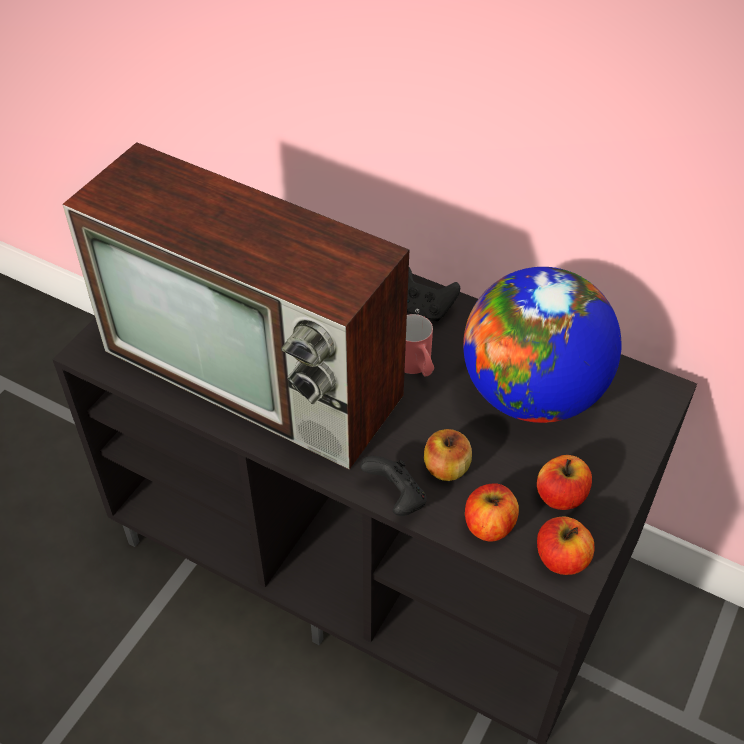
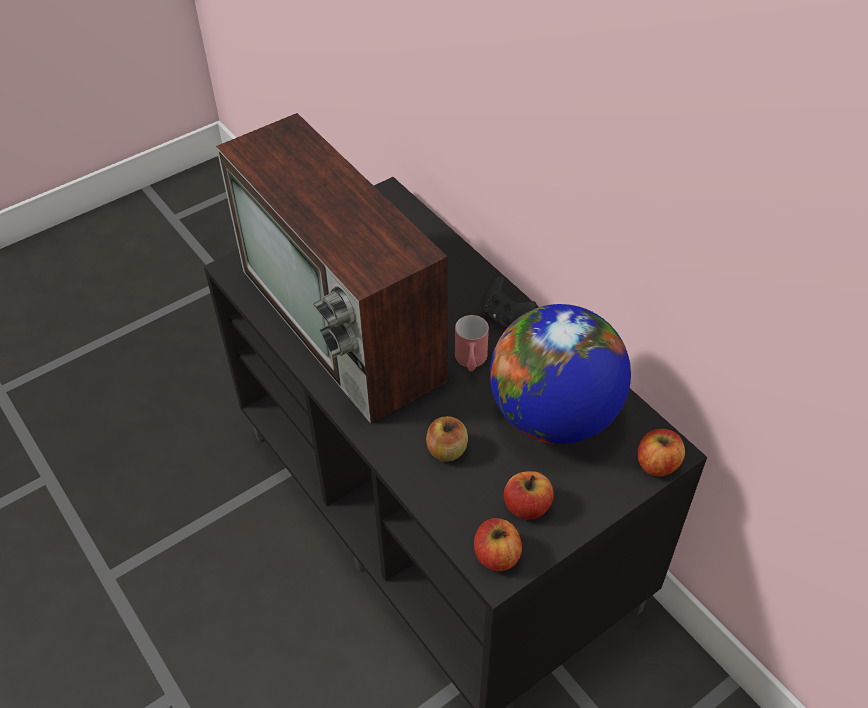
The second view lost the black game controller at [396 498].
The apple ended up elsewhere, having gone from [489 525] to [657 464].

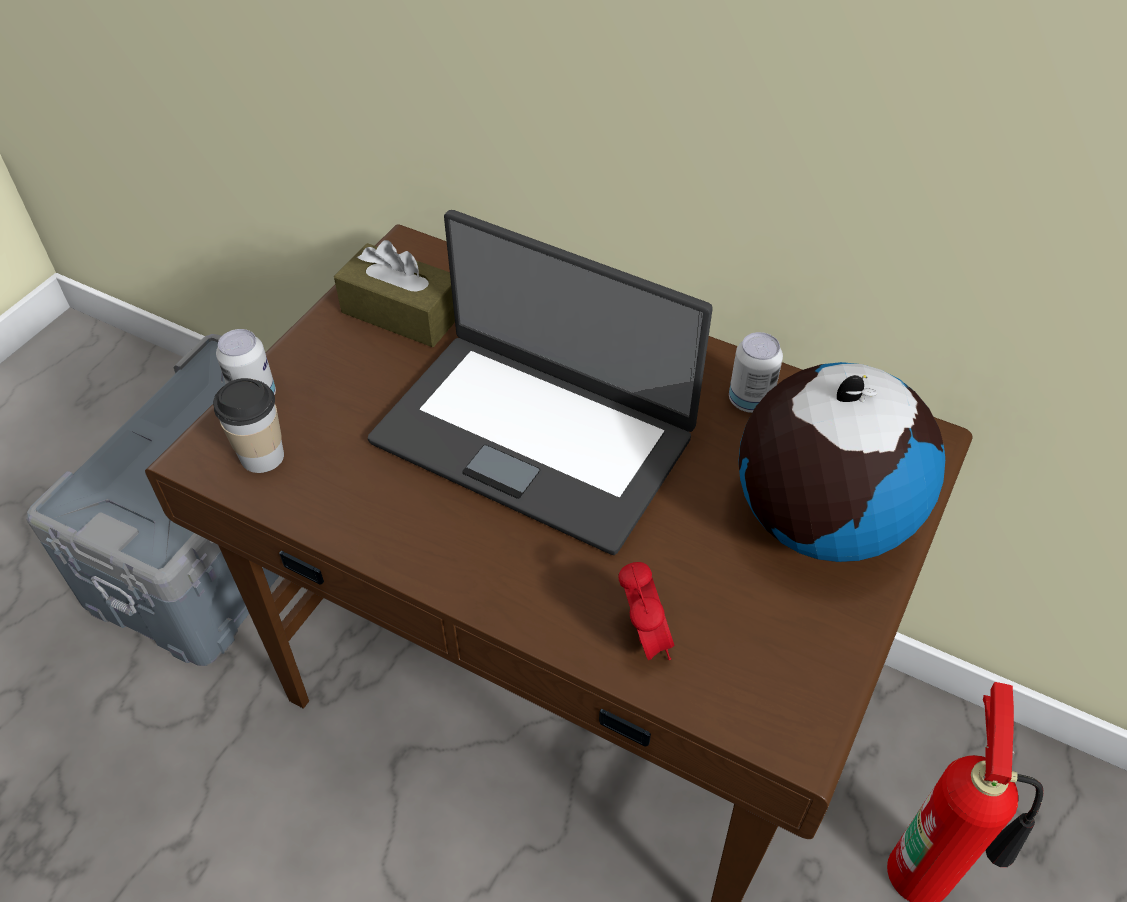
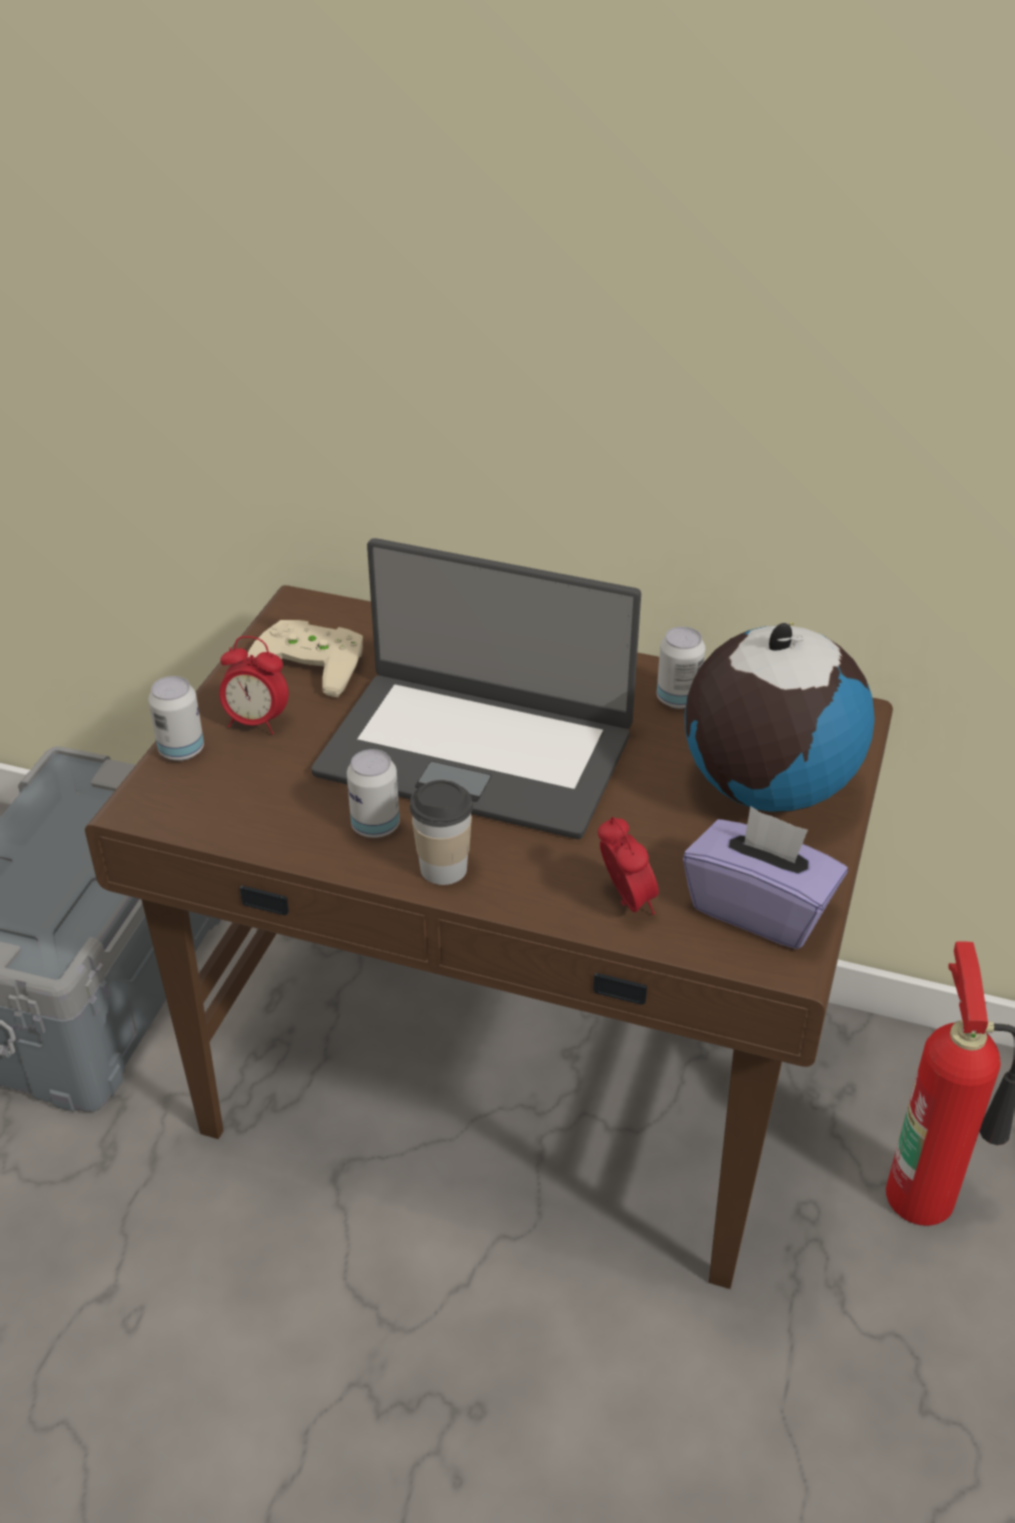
The second view gained the alarm clock at [256 722].
The second view gained the can at [375 826].
The second view gained the purple tissue box at [759 908].
The cup ended up elsewhere, having gone from [262 456] to [443 868].
Where the brown tissue box stood at [402 312], the beige game controller came to stand at [312 661].

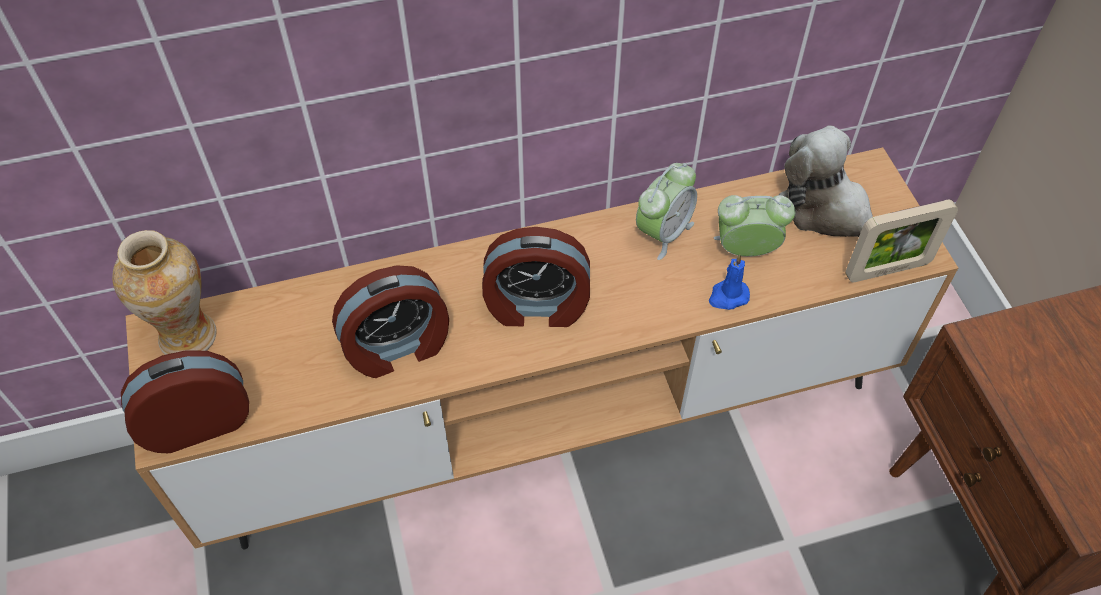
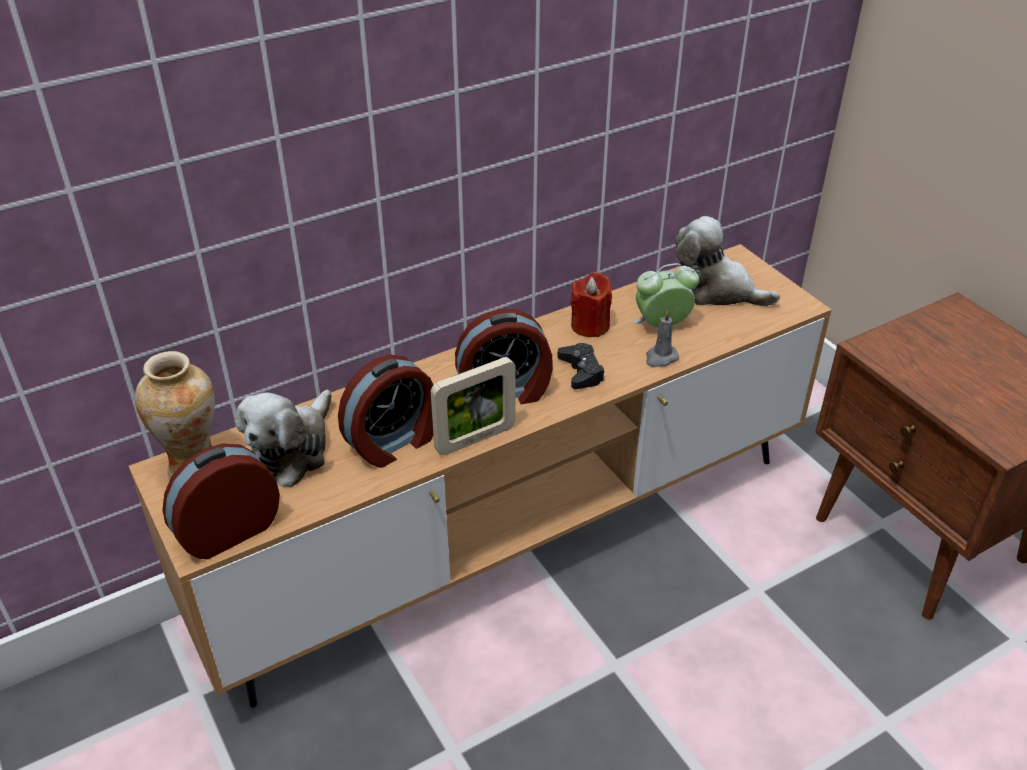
The second view gained the plush toy at [292 450].
The second view gained the black game controller at [581 371].
The picture frame ended up elsewhere, having gone from [887 270] to [475 439].
Where the alarm clock stood at [663 233], the red candle came to stand at [590 325].
What was the blue candle at [728 296] turned into the grey candle at [660 358].

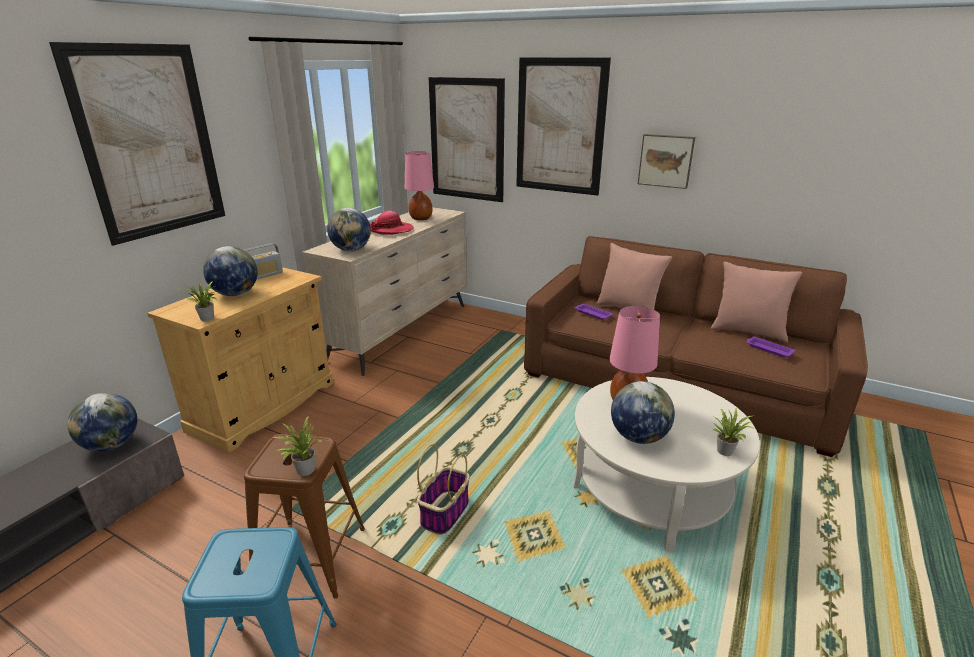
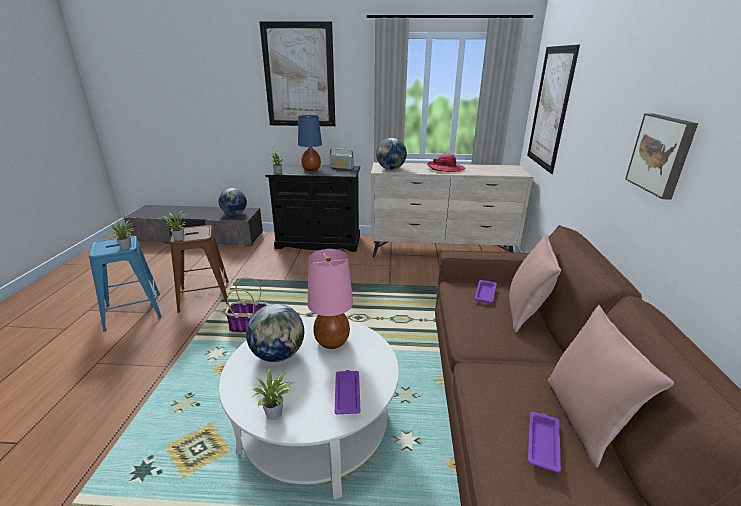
The second view lost the pink table lamp at [420 218].
The second view lost the picture at [560 127].
The second view gained the potted plant at [127 247].
The second view gained the purple tray at [347 394].
Where the globe stood at [235 294], the blue table lamp came to stand at [311 169].
What was the beige cabinet at [264 406] turned into the black cabinet at [318 242].

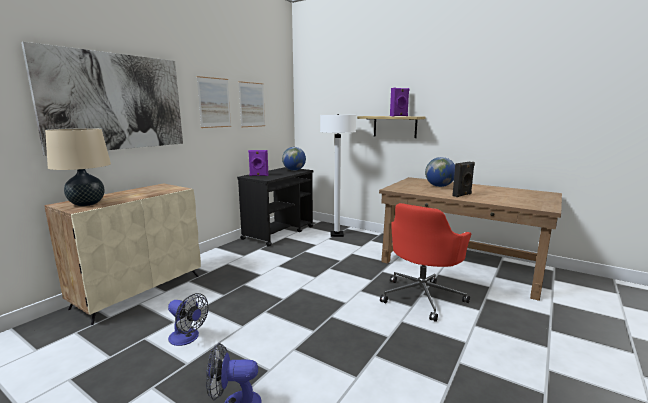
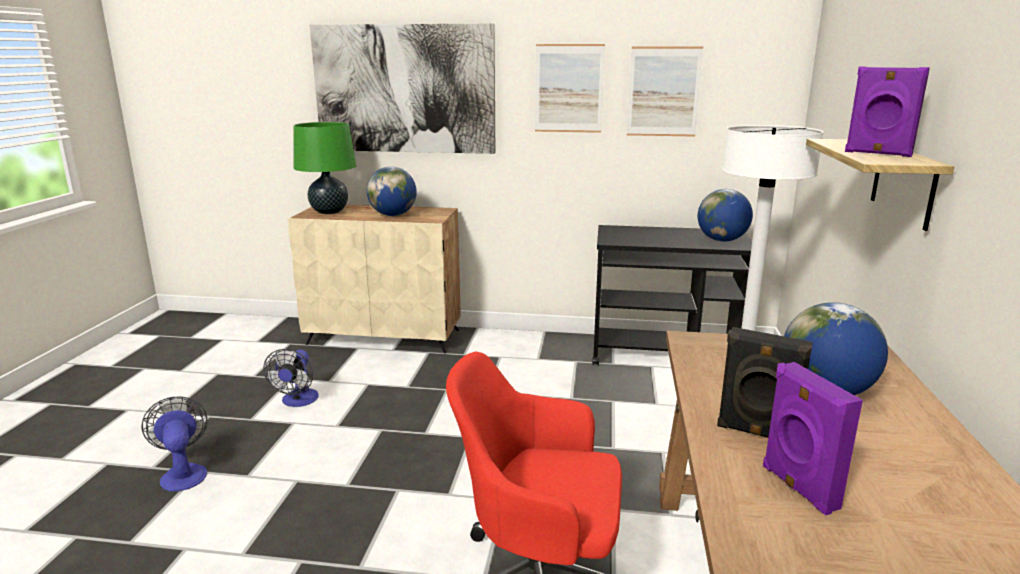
The second view gained the globe at [393 215].
The purple speaker ended up elsewhere, having gone from [258 175] to [797 487].
What was the beige table lamp at [87 204] turned into the green table lamp at [329 212].

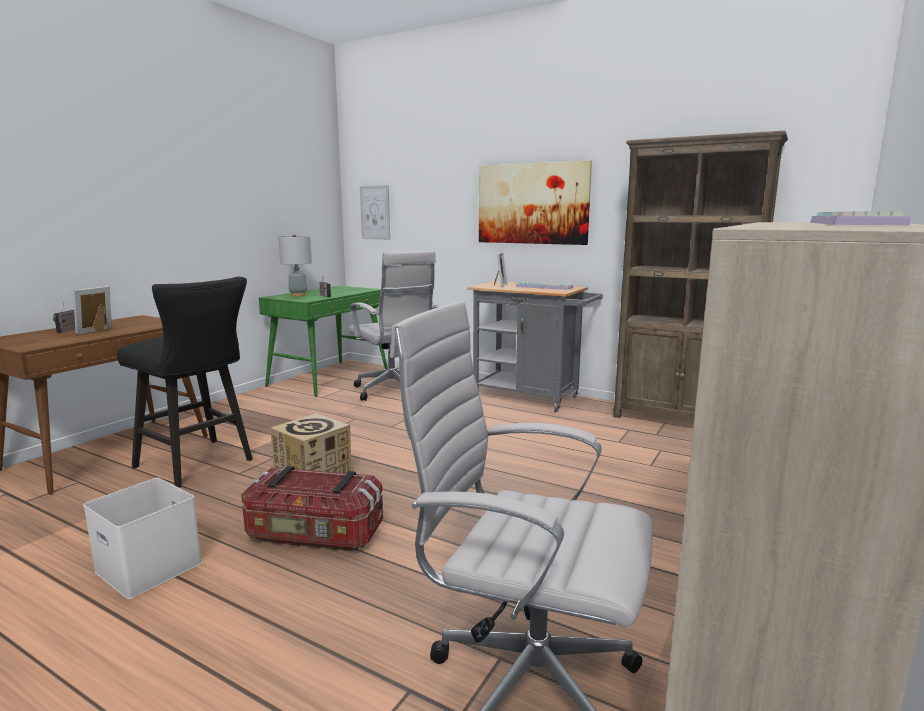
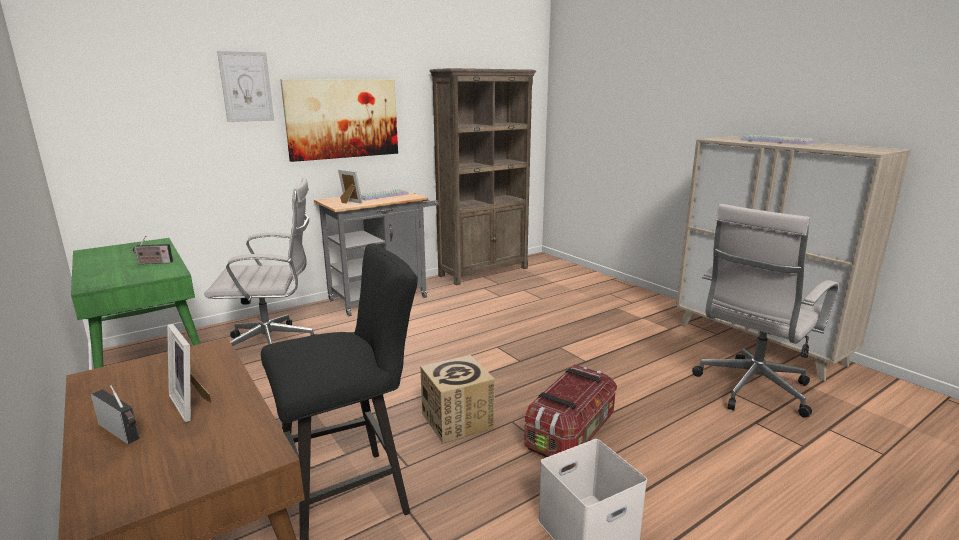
The second view lost the grey table lamp at [298 295].
The picture ended up elsewhere, having gone from [375 212] to [246 87].

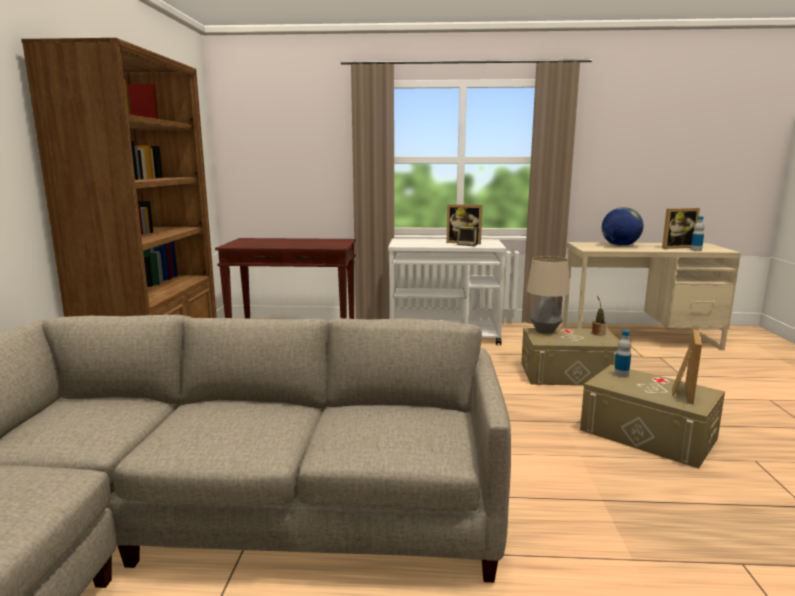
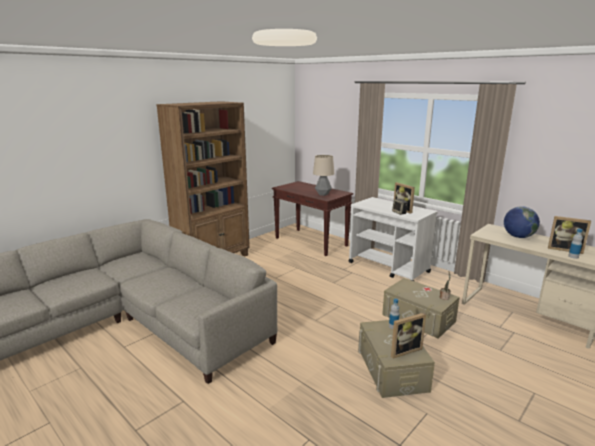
The table lamp ended up elsewhere, having gone from [545 331] to [323 194].

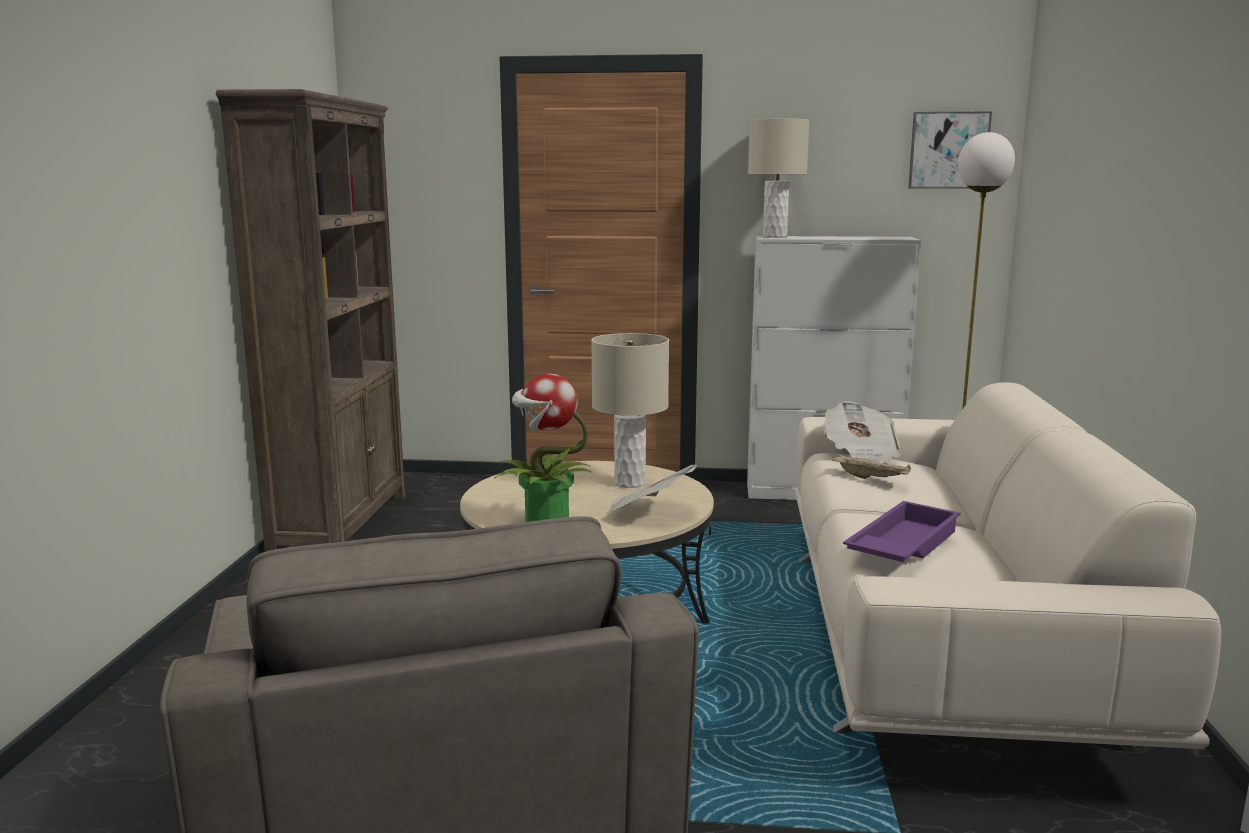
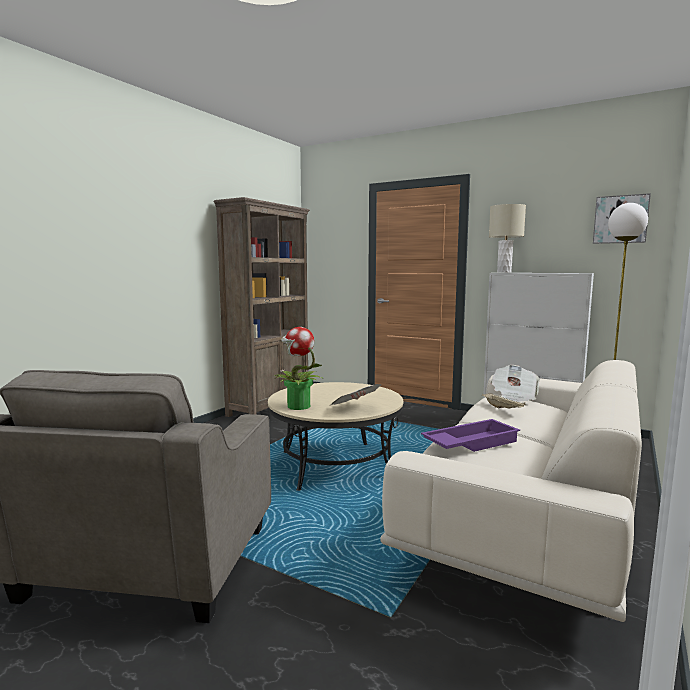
The second view lost the beige table lamp at [630 483].

